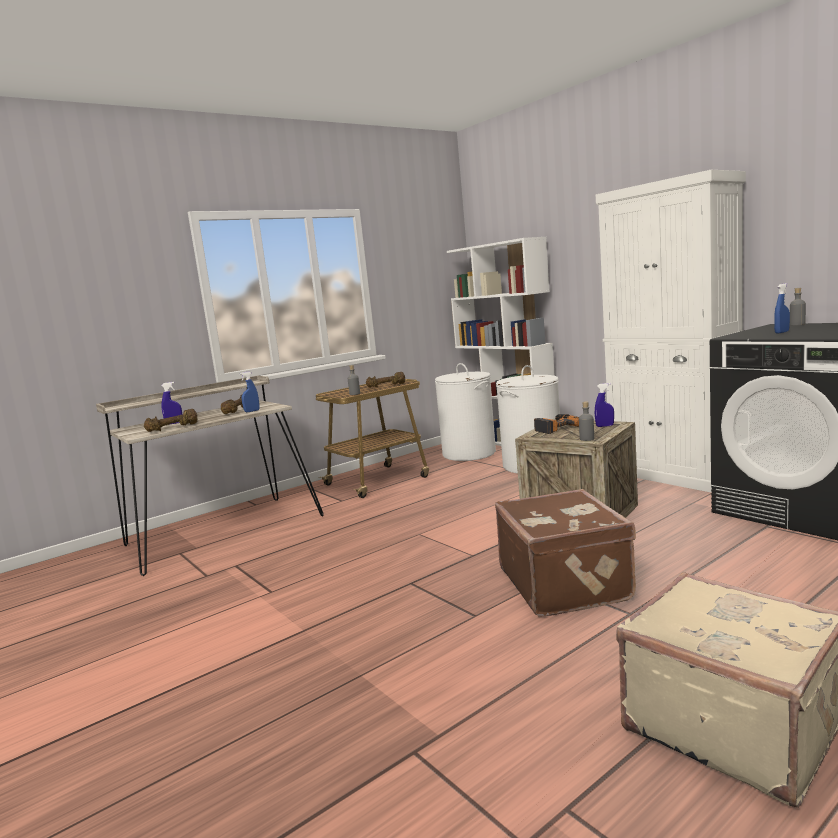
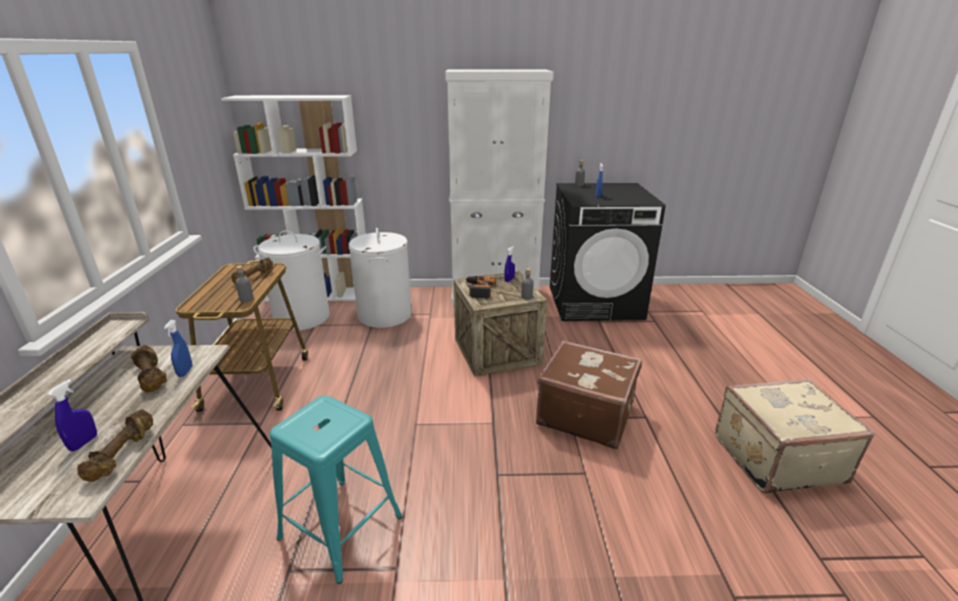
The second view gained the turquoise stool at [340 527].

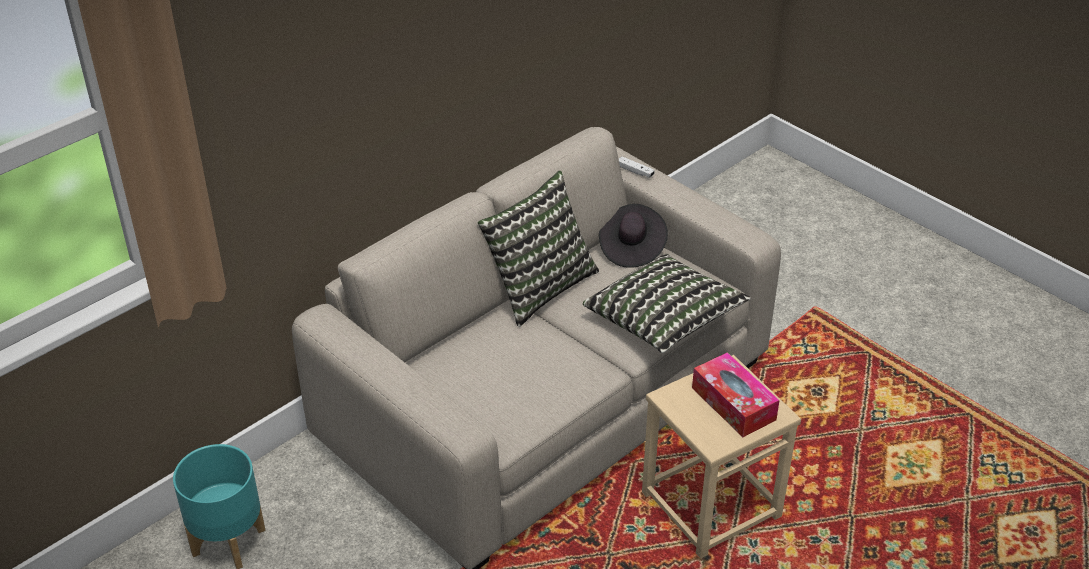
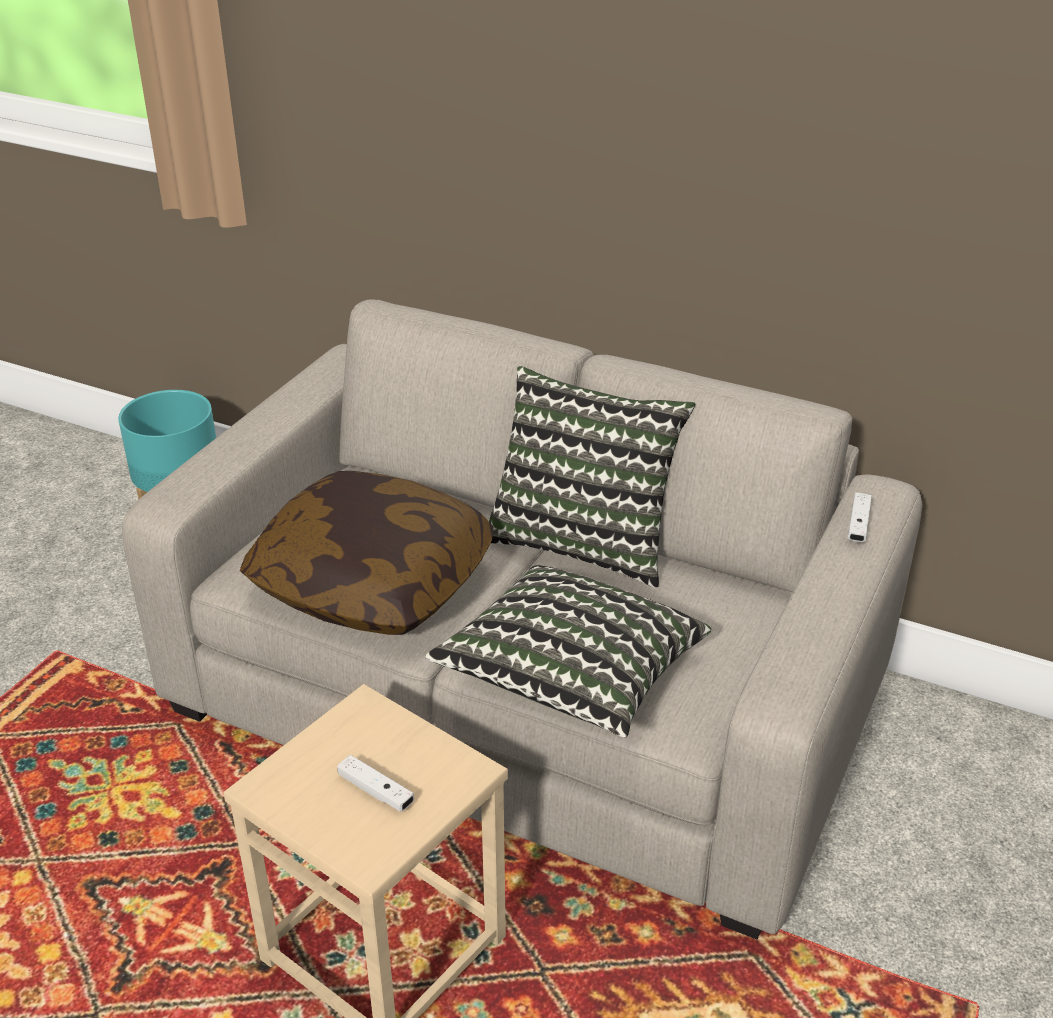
The second view lost the black hat at [631 248].
The second view gained the pillow at [373 582].
Where the tissue box stood at [733 404], the white game controller came to stand at [376 791].

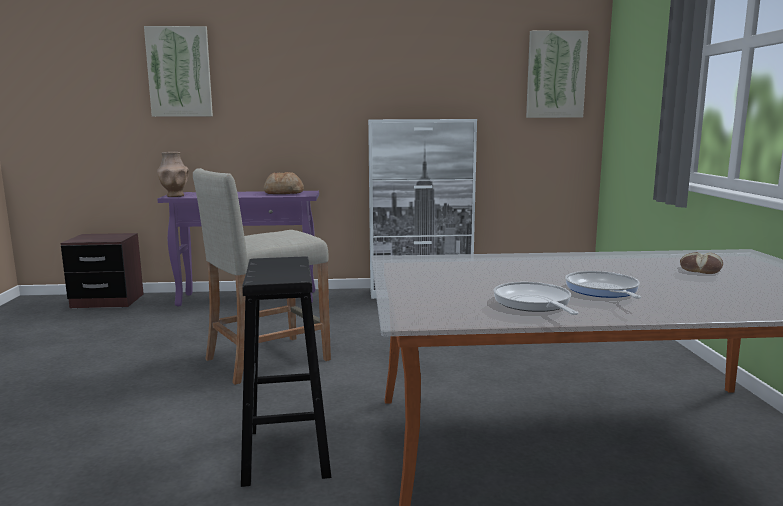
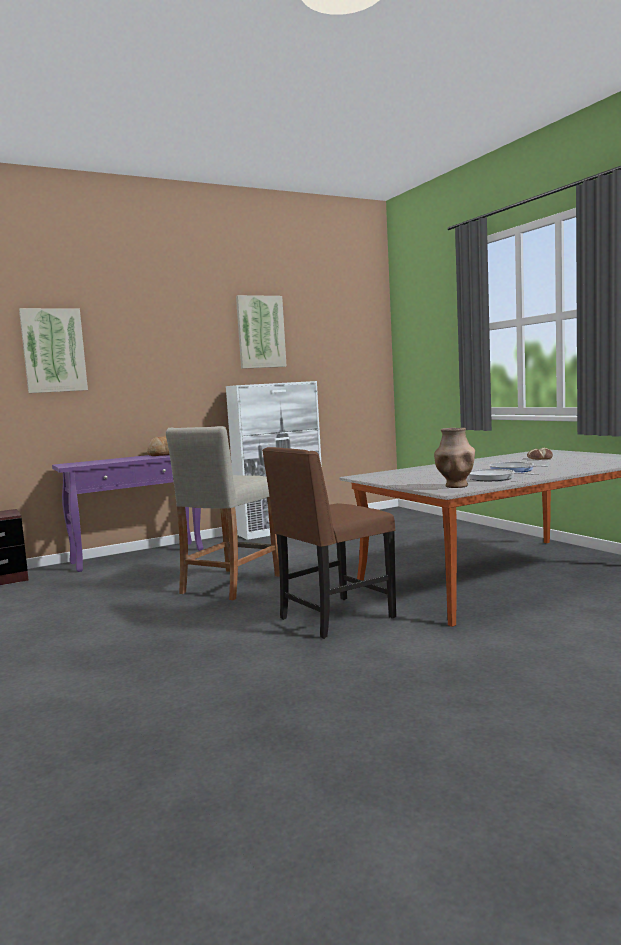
The brown vase ended up elsewhere, having gone from [175 196] to [455 486].
The picture ended up elsewhere, having gone from [555 75] to [260 332].
Where the black stool stood at [286 451], the brown chair came to stand at [334 618].

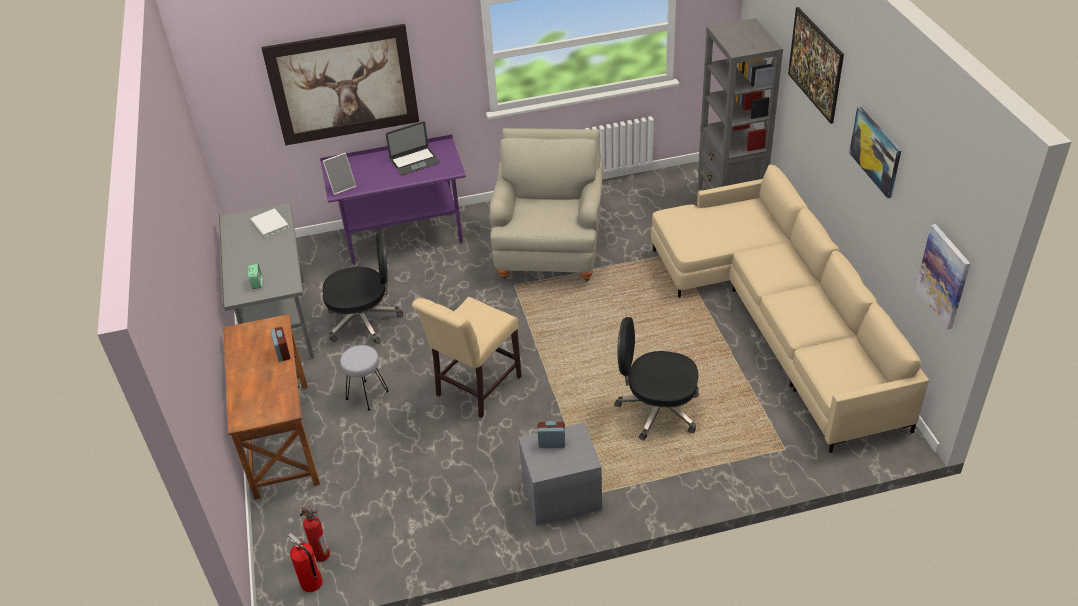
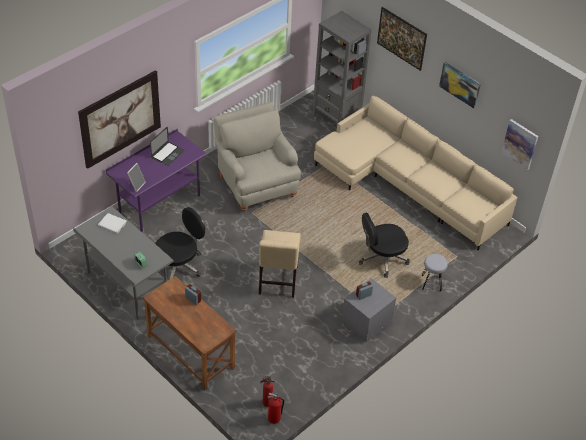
The grey stool ended up elsewhere, having gone from [367 395] to [431 283].

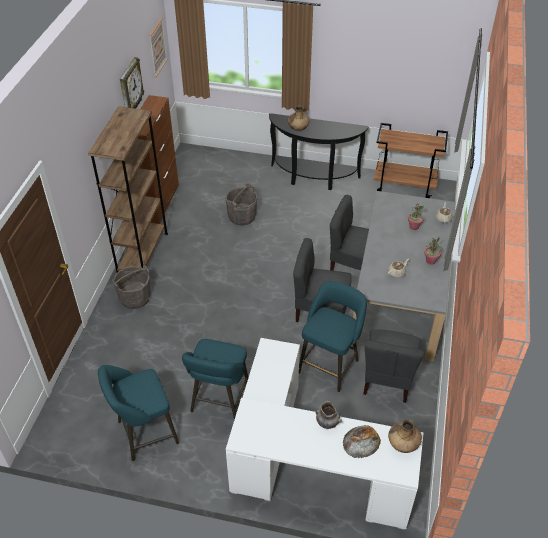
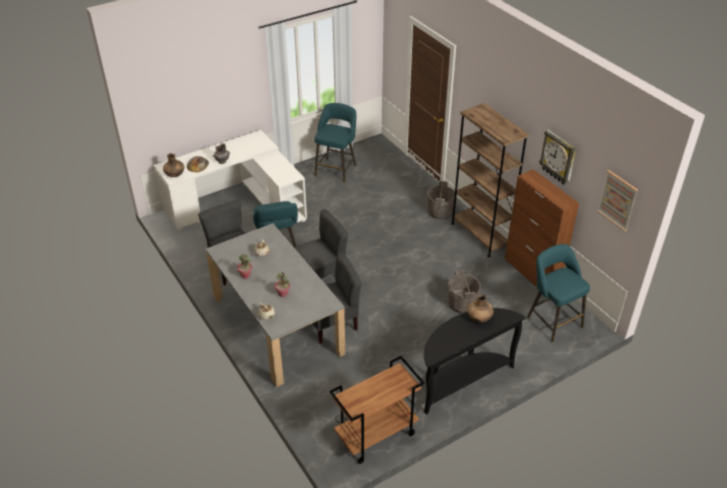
The turquoise stool ended up elsewhere, having gone from [219 401] to [552 320].

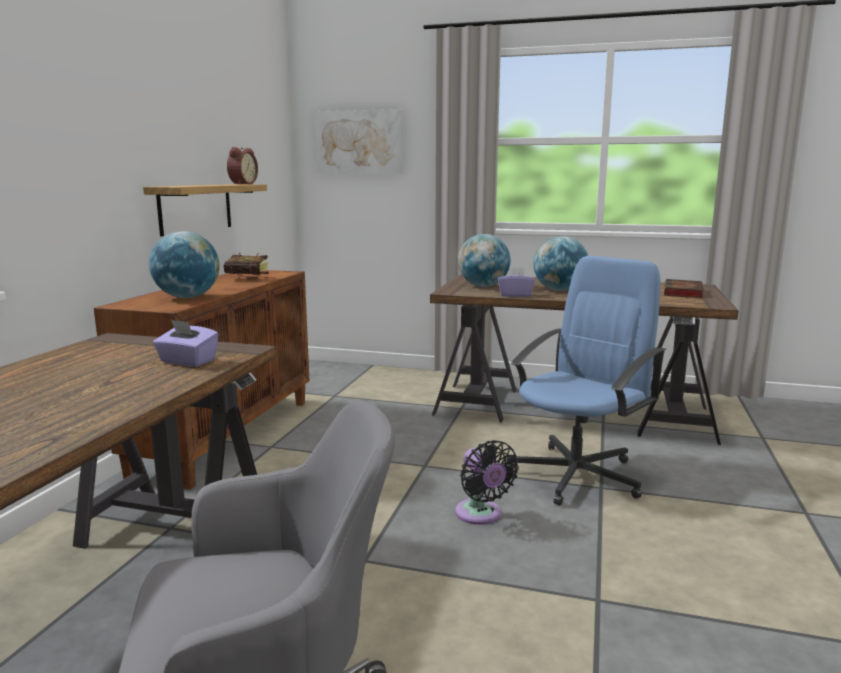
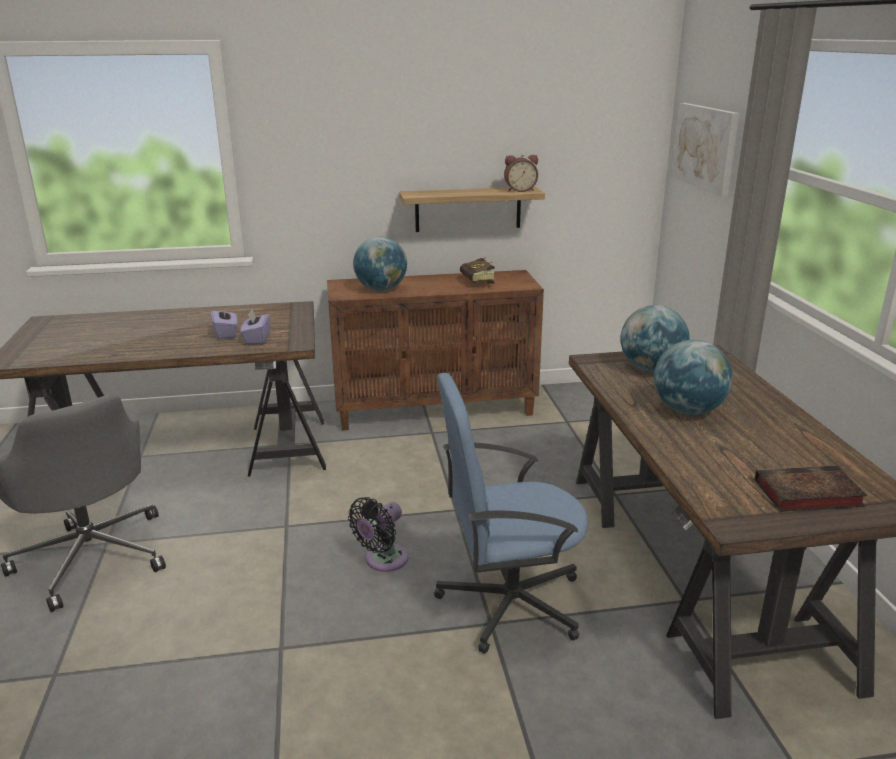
The purple tissue box ended up elsewhere, having gone from [515 295] to [226 334].
The blue office chair at [577 475] ended up facing another way, 150 degrees clockwise from before.

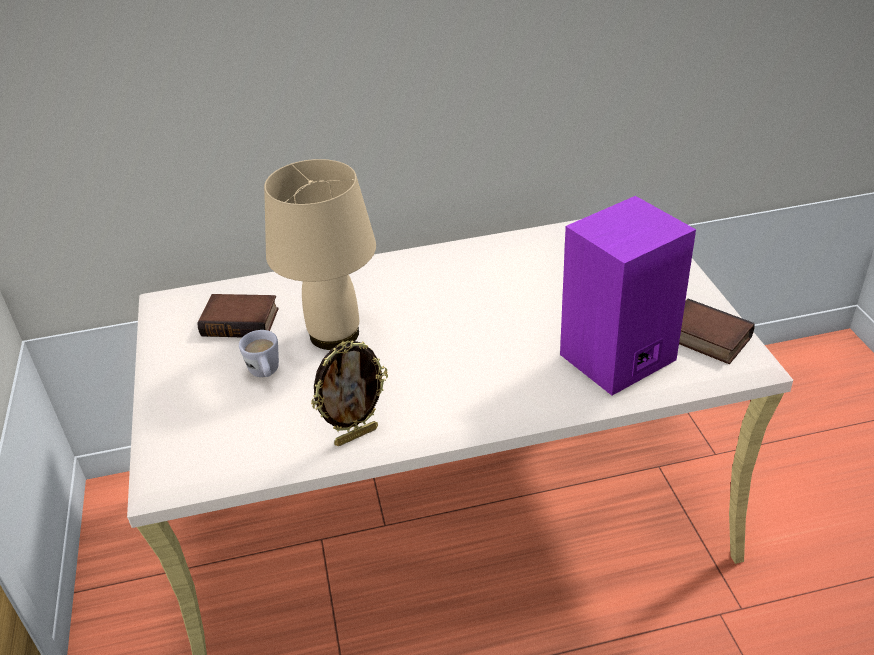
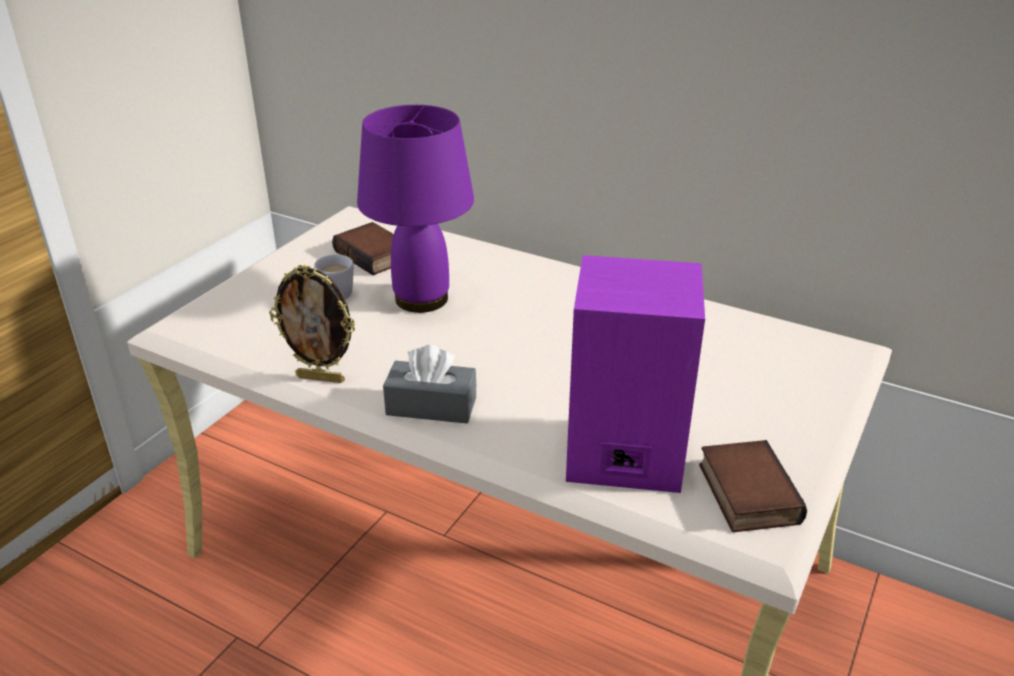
The second view gained the grey tissue box at [431 406].
What was the beige table lamp at [335 334] turned into the purple table lamp at [423 299].

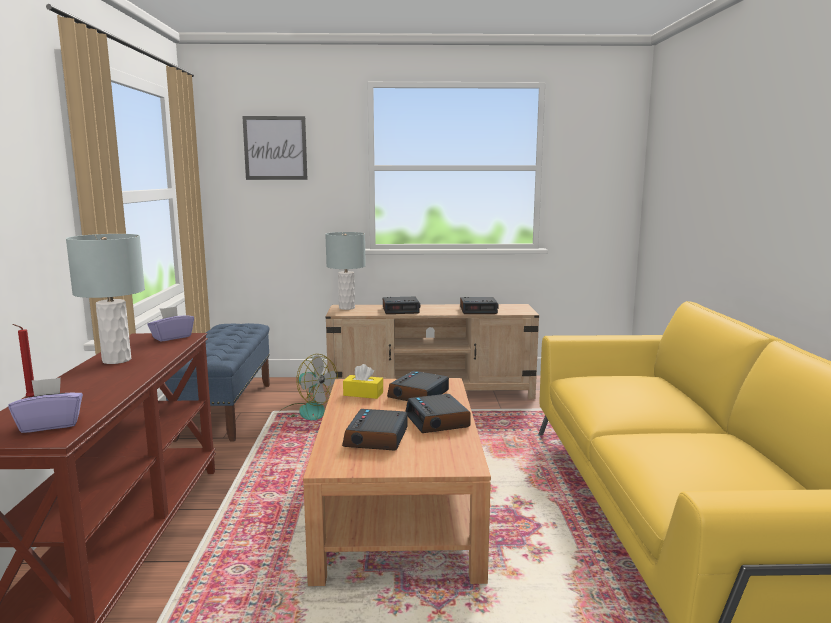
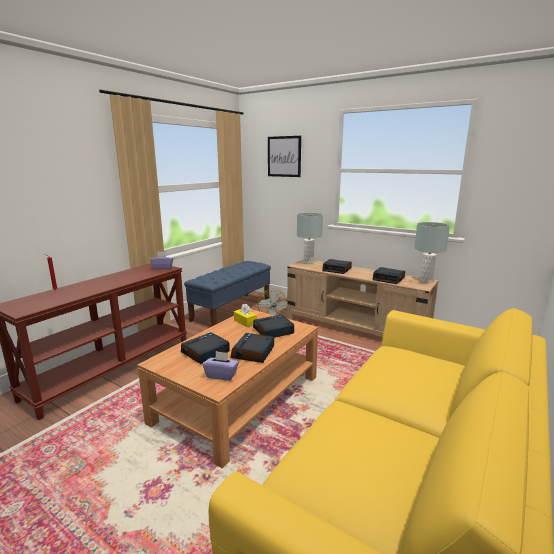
The purple tissue box ended up elsewhere, having gone from [50 424] to [221 375].
The grey table lamp ended up elsewhere, having gone from [117 360] to [426 280].

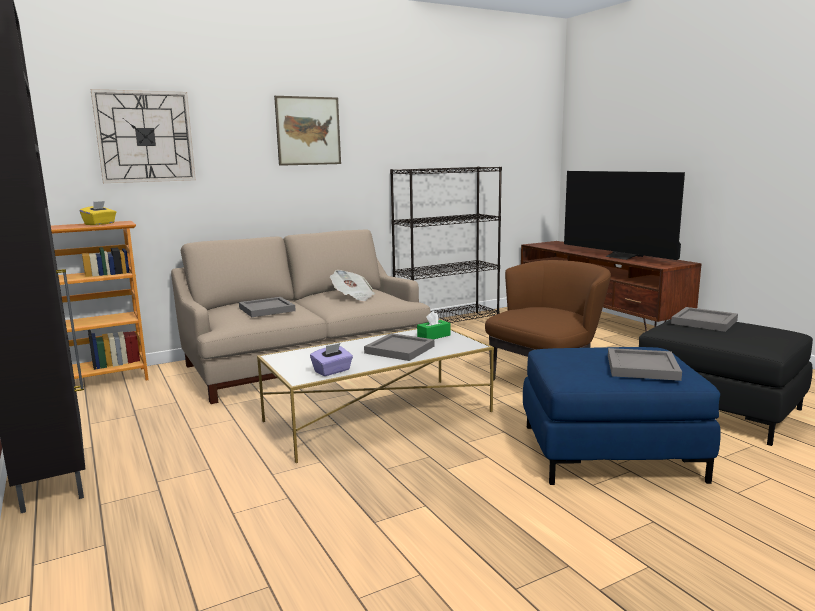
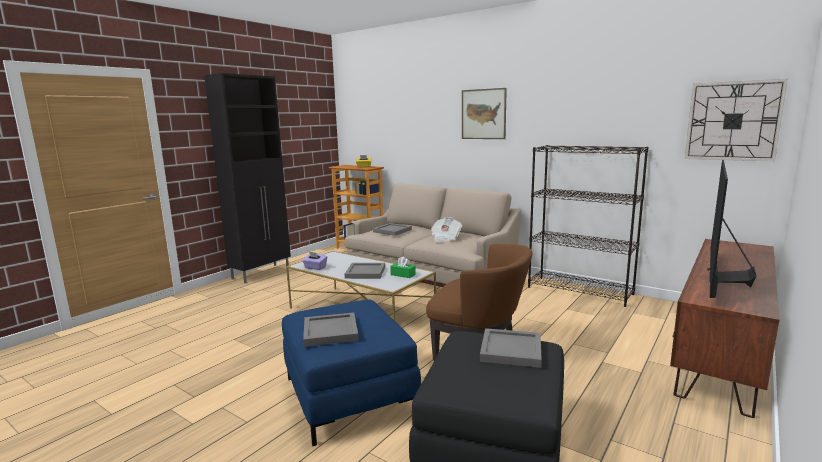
The wall clock ended up elsewhere, having gone from [145 137] to [732 121].

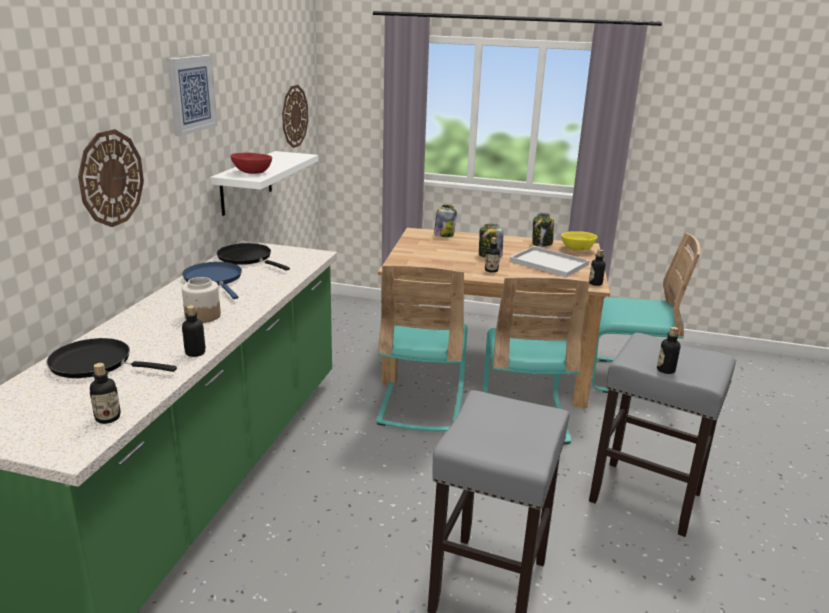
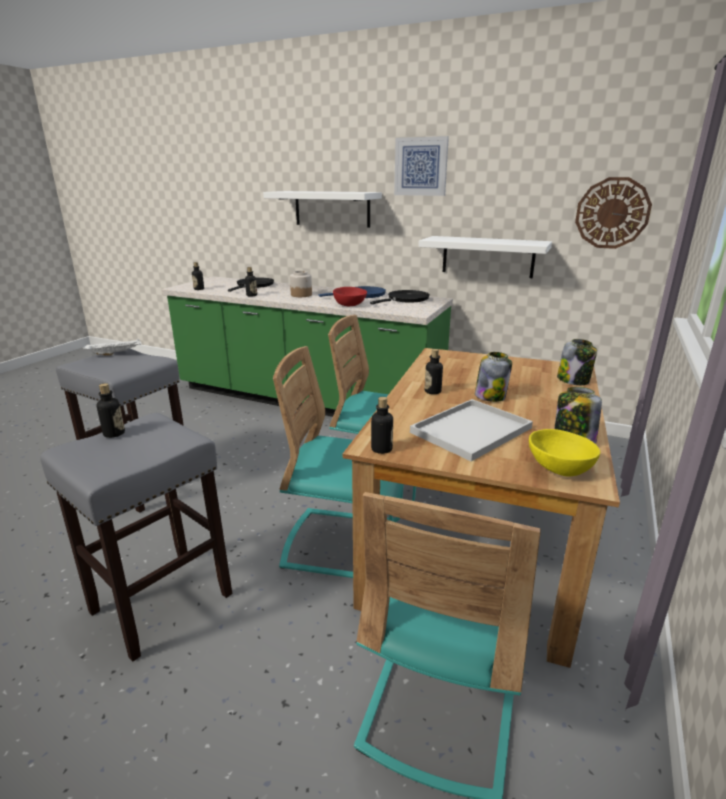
The second view gained the white tray at [115 353].
The red bowl ended up elsewhere, having gone from [252 172] to [349 304].
Where the wall clock hung at [111 178], the white shelf came to hang at [332 209].

